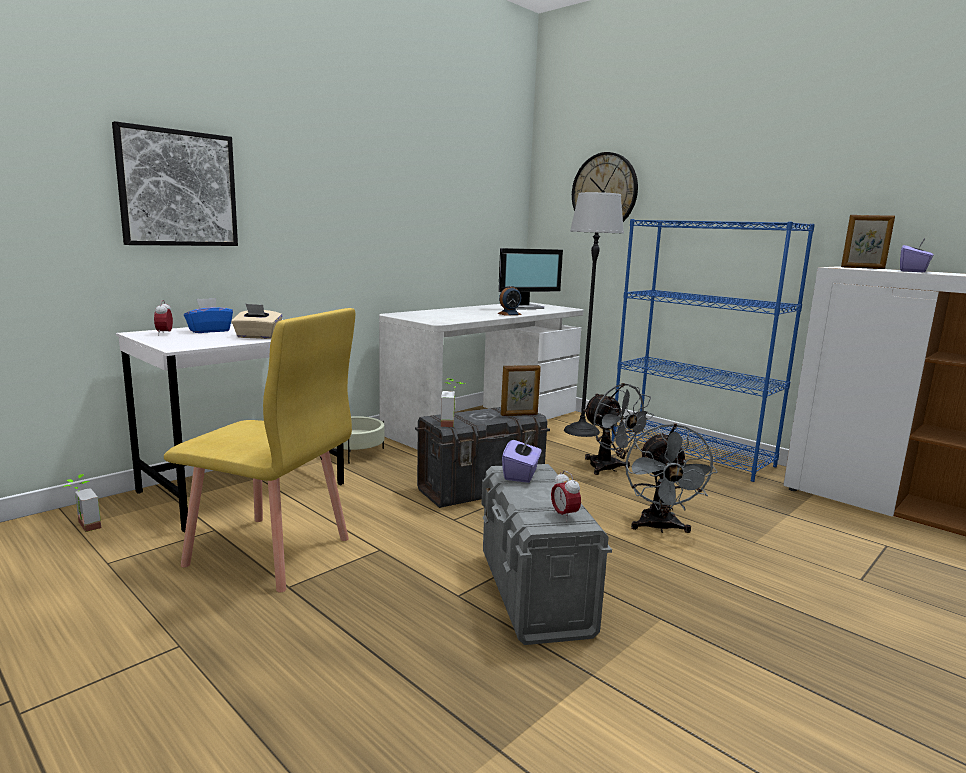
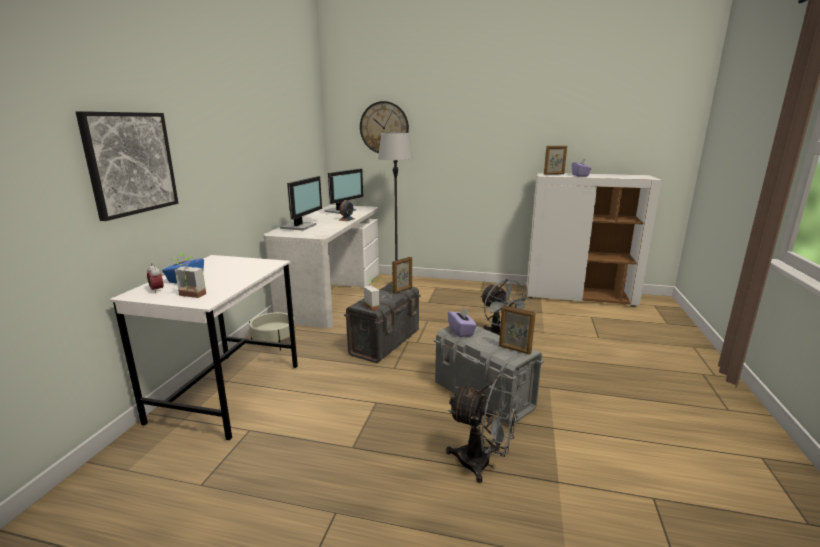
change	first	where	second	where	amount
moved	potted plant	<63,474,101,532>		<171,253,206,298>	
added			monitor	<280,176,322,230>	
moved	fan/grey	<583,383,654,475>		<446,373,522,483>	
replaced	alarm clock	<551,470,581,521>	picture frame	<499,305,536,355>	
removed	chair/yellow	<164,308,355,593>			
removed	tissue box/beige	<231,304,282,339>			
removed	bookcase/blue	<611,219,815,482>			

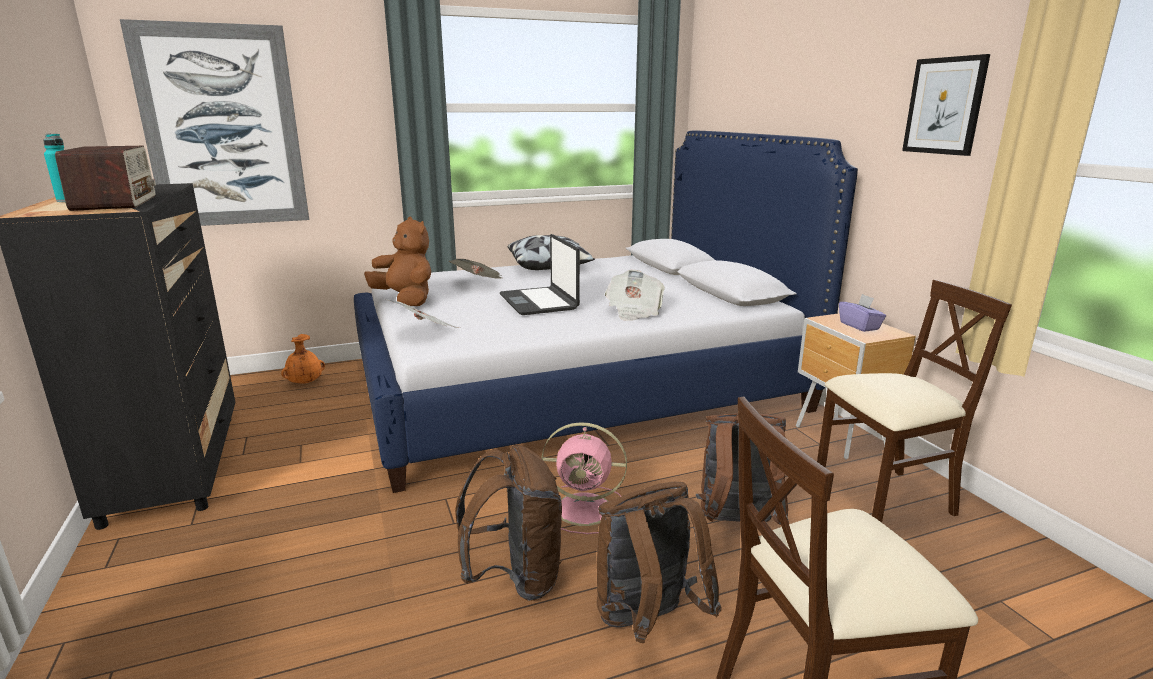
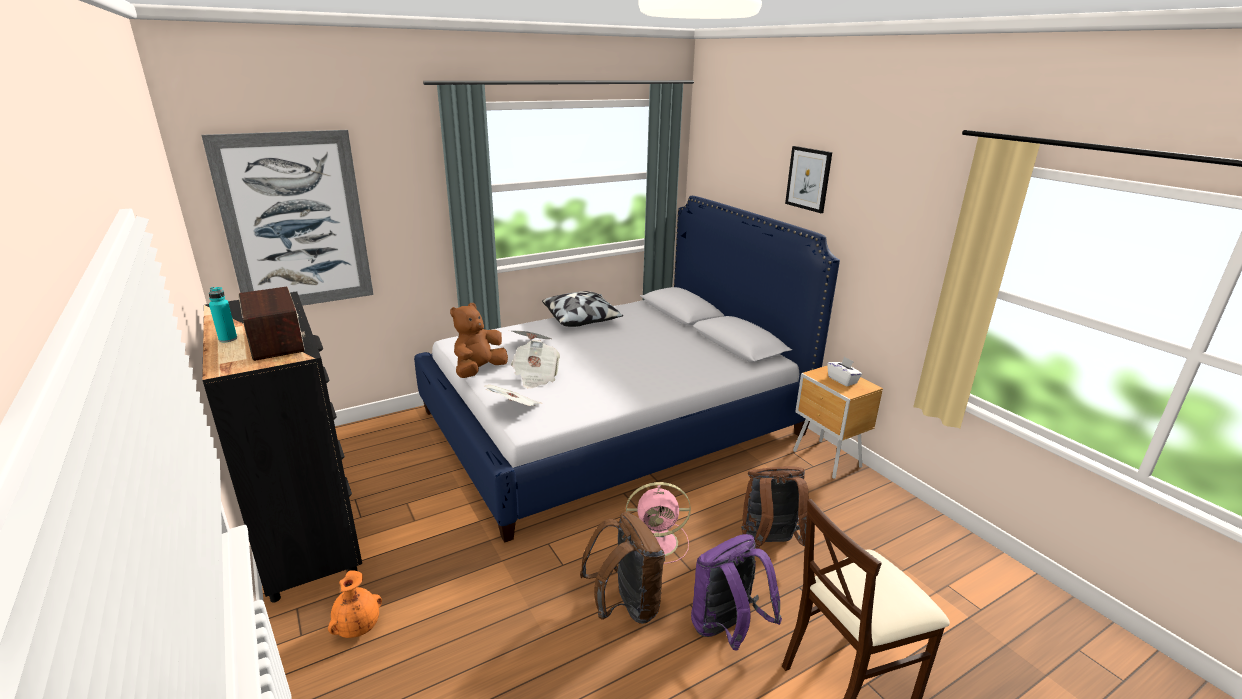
change	first	where	second	where	amount
moved	vase/orange	<281,334,325,384>		<328,571,382,638>	
turned	plush toy/brown	<364,217,431,306>		<450,303,508,378>	90 degrees counterclockwise
moved	newspaper	<605,270,665,321>		<511,340,560,388>	
recoloured	backpack/brown	<597,481,722,643>	backpack/purple	<691,534,782,650>	
moved	picture	<902,54,990,156>		<785,146,832,213>	
recoloured	tissue box/purple	<839,294,886,332>	tissue box/white	<827,356,862,386>	
removed	laptop	<500,234,580,315>			
removed	chair/beige	<817,280,1012,523>			

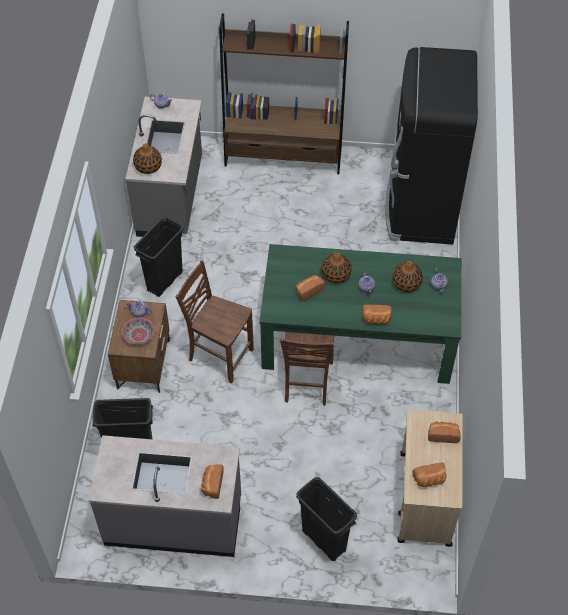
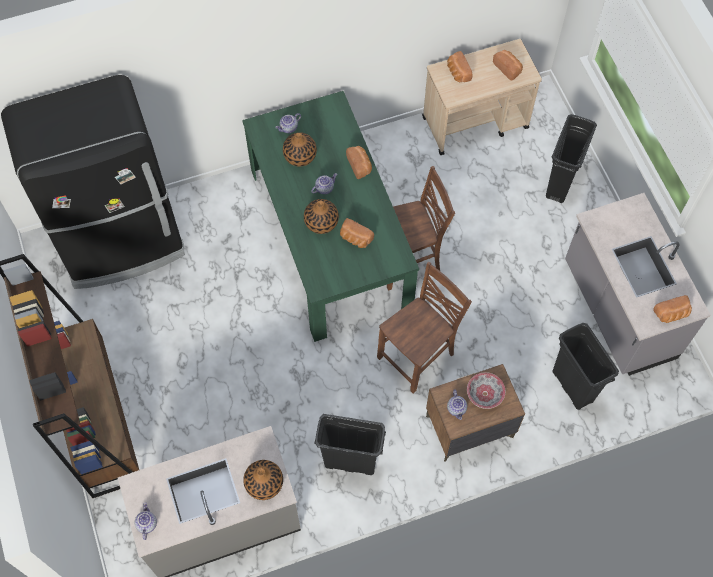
change	first	where	second	where	amount
turned	chair/brown	<176,260,254,383>		<377,262,472,394>	135 degrees counterclockwise
moved	bread	<201,464,224,499>		<653,295,692,323>	

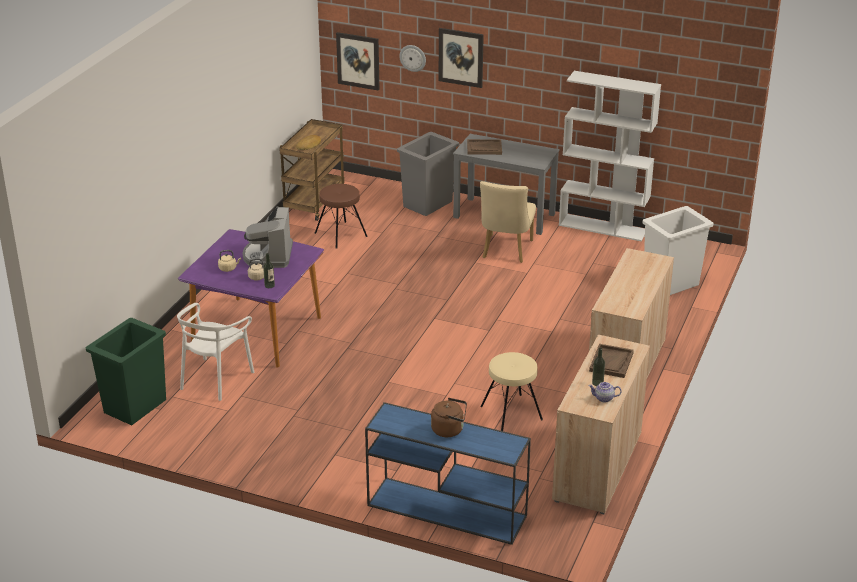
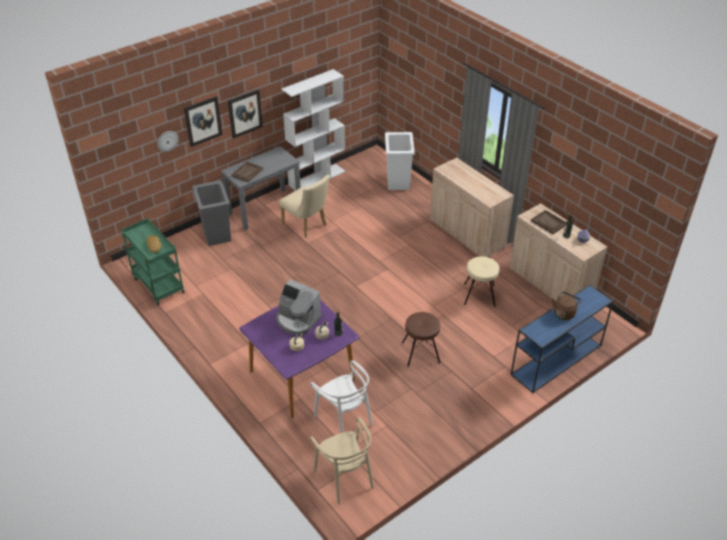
change	first	where	second	where	amount
recoloured	cart/brown	<279,119,345,221>	cart/green	<121,218,185,305>	
moved	picture	<336,32,380,91>		<228,90,263,139>	
replaced	trash can/green	<86,318,166,425>	chair/beige	<310,417,374,504>	
moved	stool/brown	<314,184,368,249>		<402,312,440,367>	

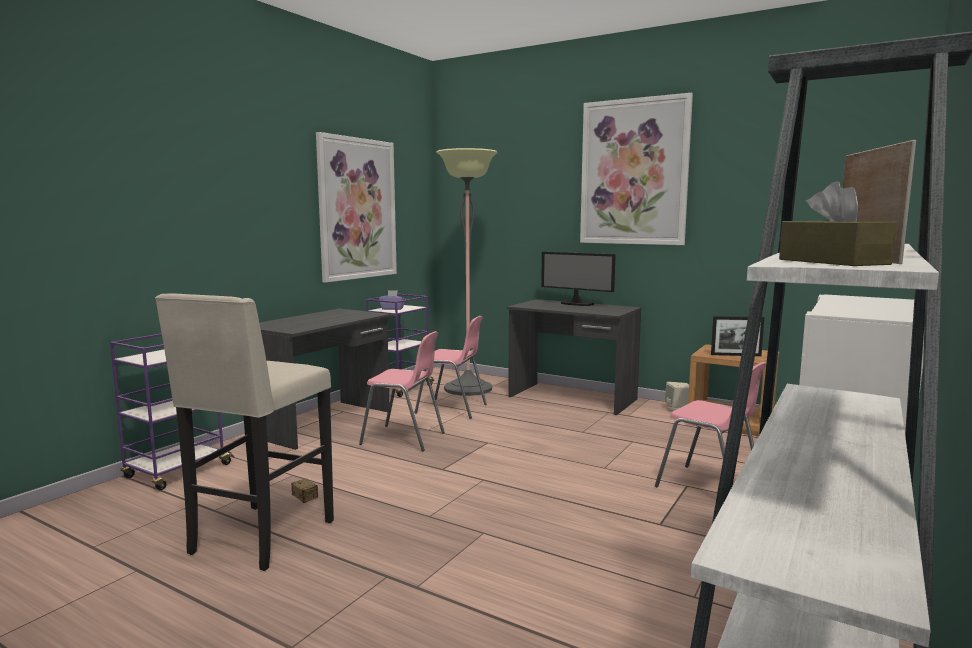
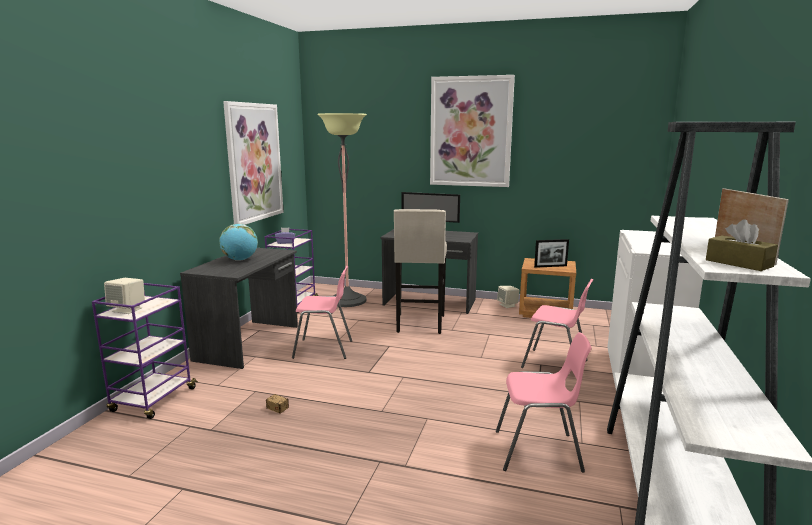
change	first	where	second	where	amount
added			speaker/beige	<104,278,145,314>	
added			globe	<219,224,258,261>	
moved	stool/beige	<155,293,334,571>		<394,209,447,334>	
moved	chair/pink	<414,316,487,419>		<496,332,591,473>	

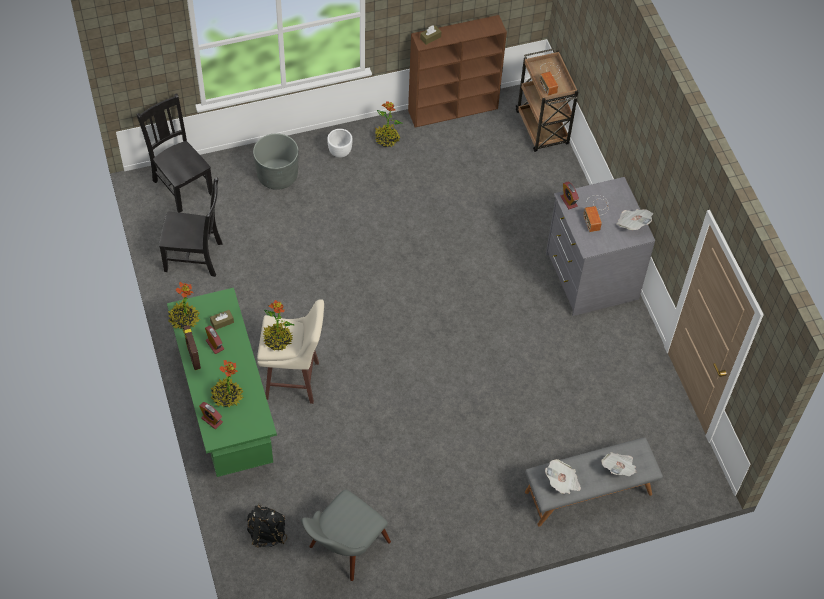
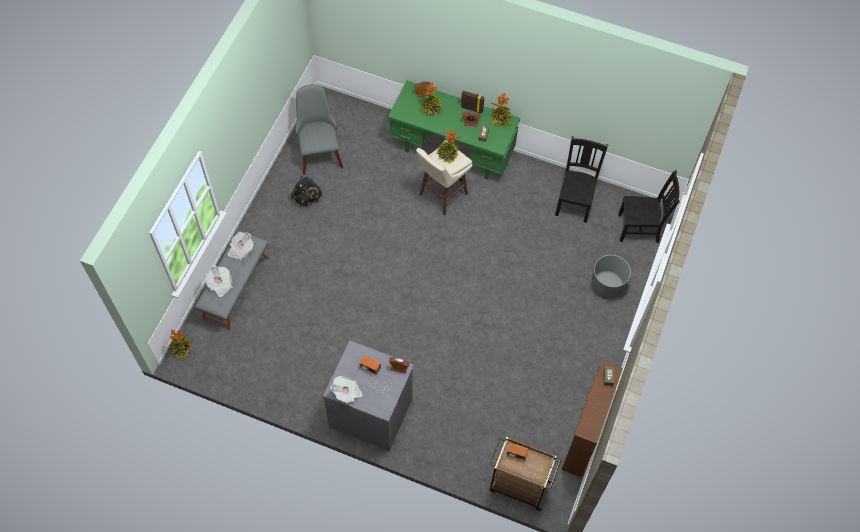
change	first	where	second	where	amount
moved	potted plant	<375,101,403,147>		<168,330,192,359>	
moved	backpack/black	<247,504,287,548>		<291,176,322,206>	
turned	chair/black	<159,178,223,277>		<555,137,608,223>	150 degrees clockwise
removed	planter/white	<327,129,352,158>			

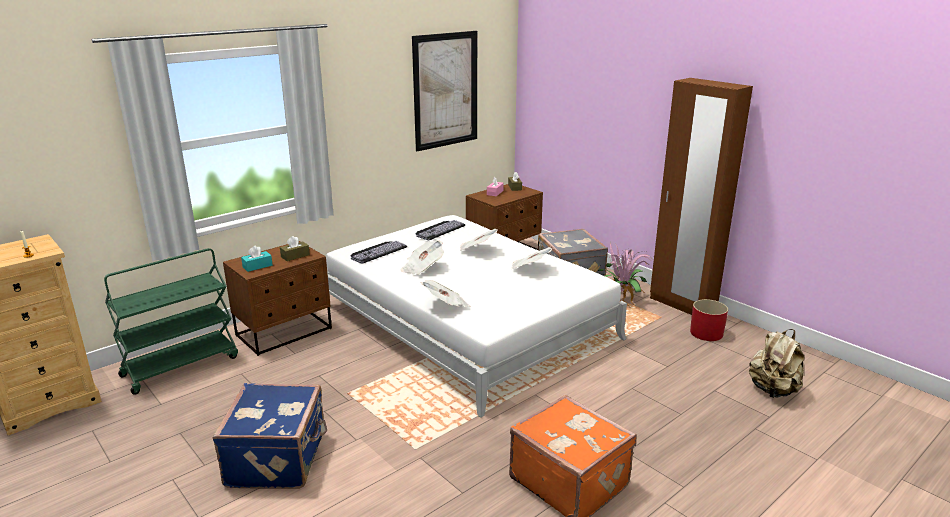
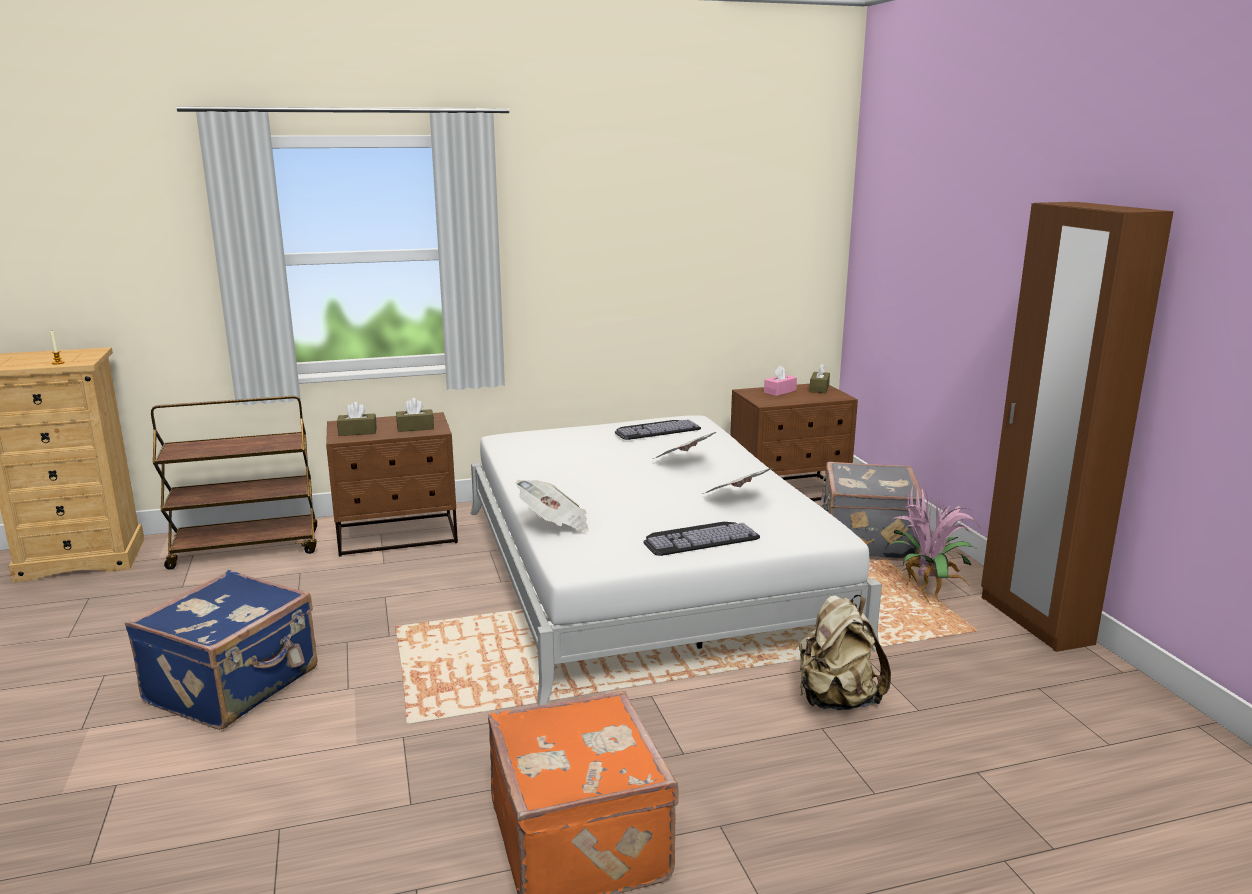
change	first	where	second	where	amount
recoloured	cart/green	<104,248,238,395>	cart/brown	<151,396,317,569>	
recoloured	tissue box/turquoise	<241,245,273,272>	tissue box/brown	<337,402,377,436>	
moved	keyboard	<351,241,407,263>		<643,522,760,556>	
moved	backpack/beige	<749,329,804,398>		<799,595,891,710>	
removed	newspaper	<401,240,444,275>			
removed	picture	<412,31,477,152>			
removed	planter/red	<690,299,728,341>			

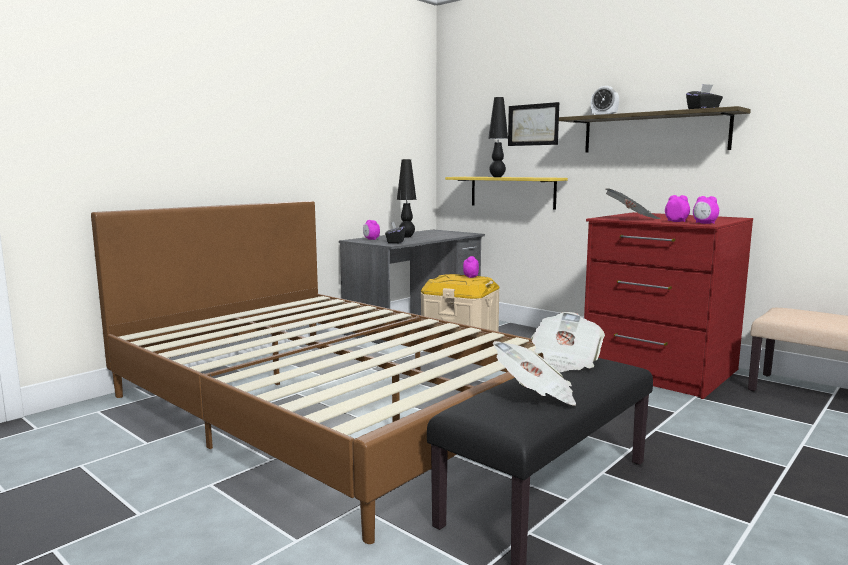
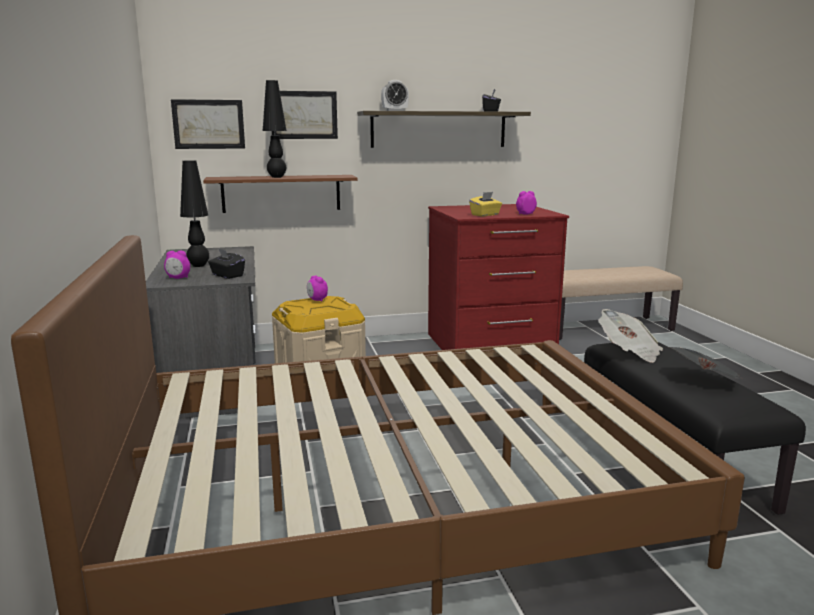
change	first	where	second	where	amount
added			picture	<171,99,245,149>	
recoloured	shelf/yellow	<445,177,568,210>	shelf/brown	<203,175,358,213>	
replaced	newspaper	<605,188,661,219>	tissue box/yellow	<469,192,502,216>	
removed	alarm clock	<693,196,719,224>			

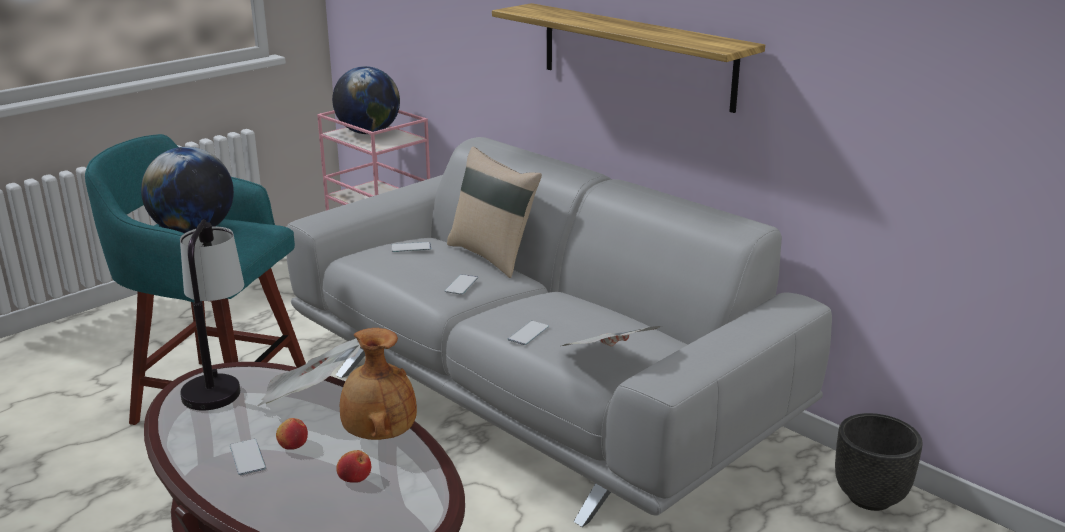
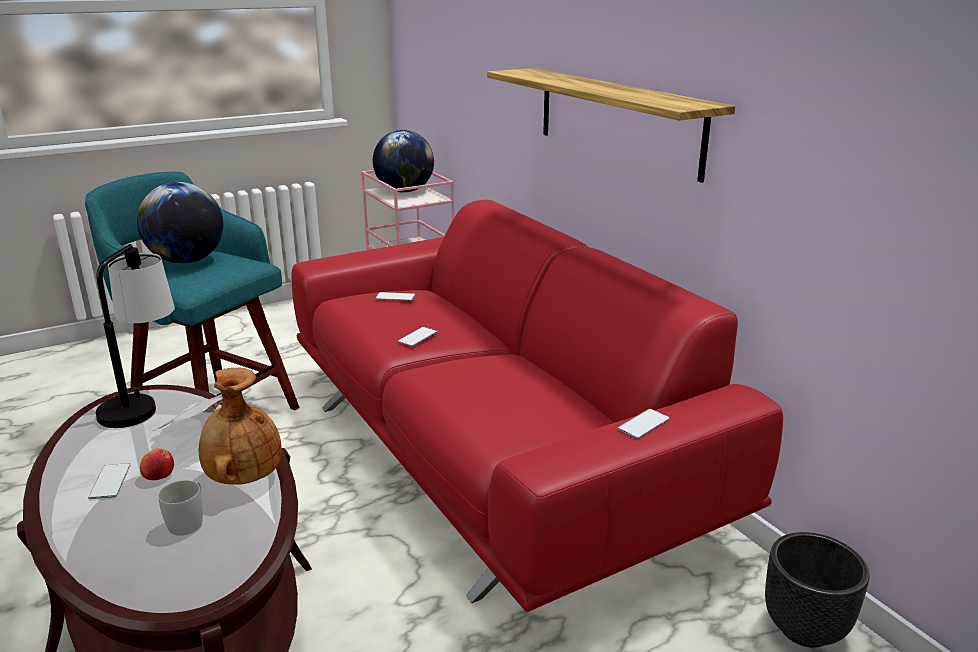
change	first	where	second	where	amount
replaced	apple	<336,450,371,483>	mug/white	<158,480,203,536>	
recoloured	sofa/grey	<286,137,832,527>	sofa/red	<292,200,783,612>	
moved	phone	<508,321,549,345>		<617,409,670,439>	
removed	pillow/beige	<447,147,542,278>			
removed	newspaper	<562,326,661,347>			

